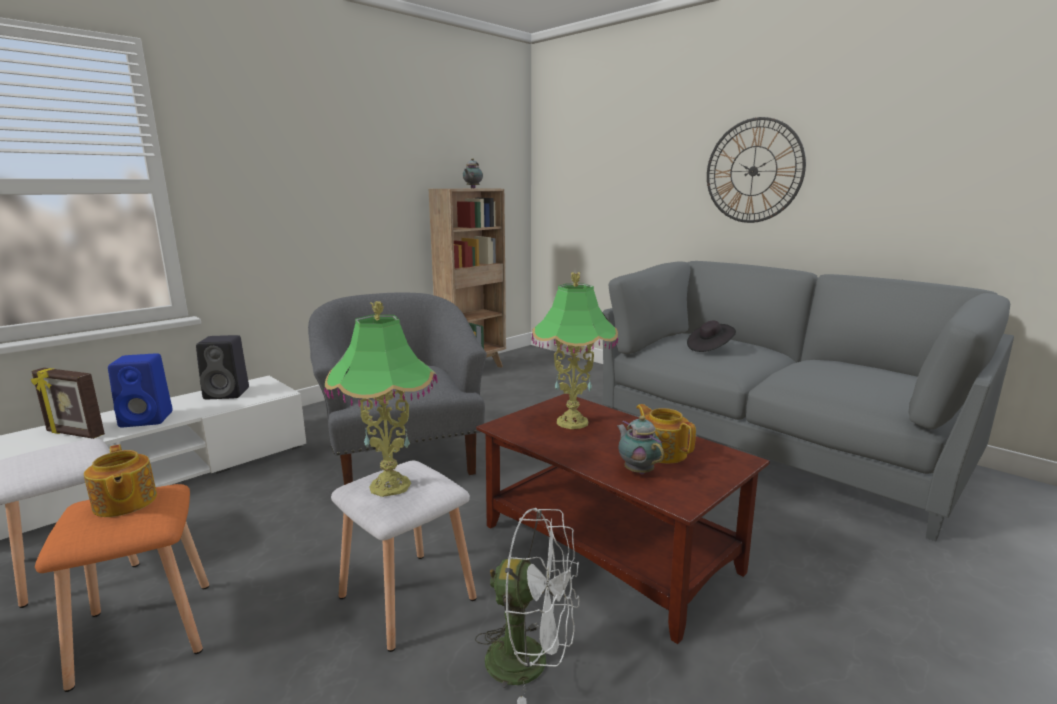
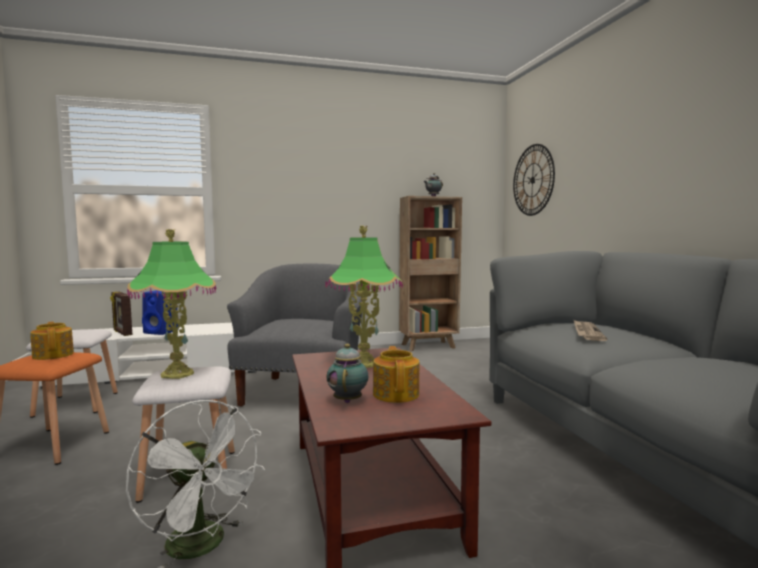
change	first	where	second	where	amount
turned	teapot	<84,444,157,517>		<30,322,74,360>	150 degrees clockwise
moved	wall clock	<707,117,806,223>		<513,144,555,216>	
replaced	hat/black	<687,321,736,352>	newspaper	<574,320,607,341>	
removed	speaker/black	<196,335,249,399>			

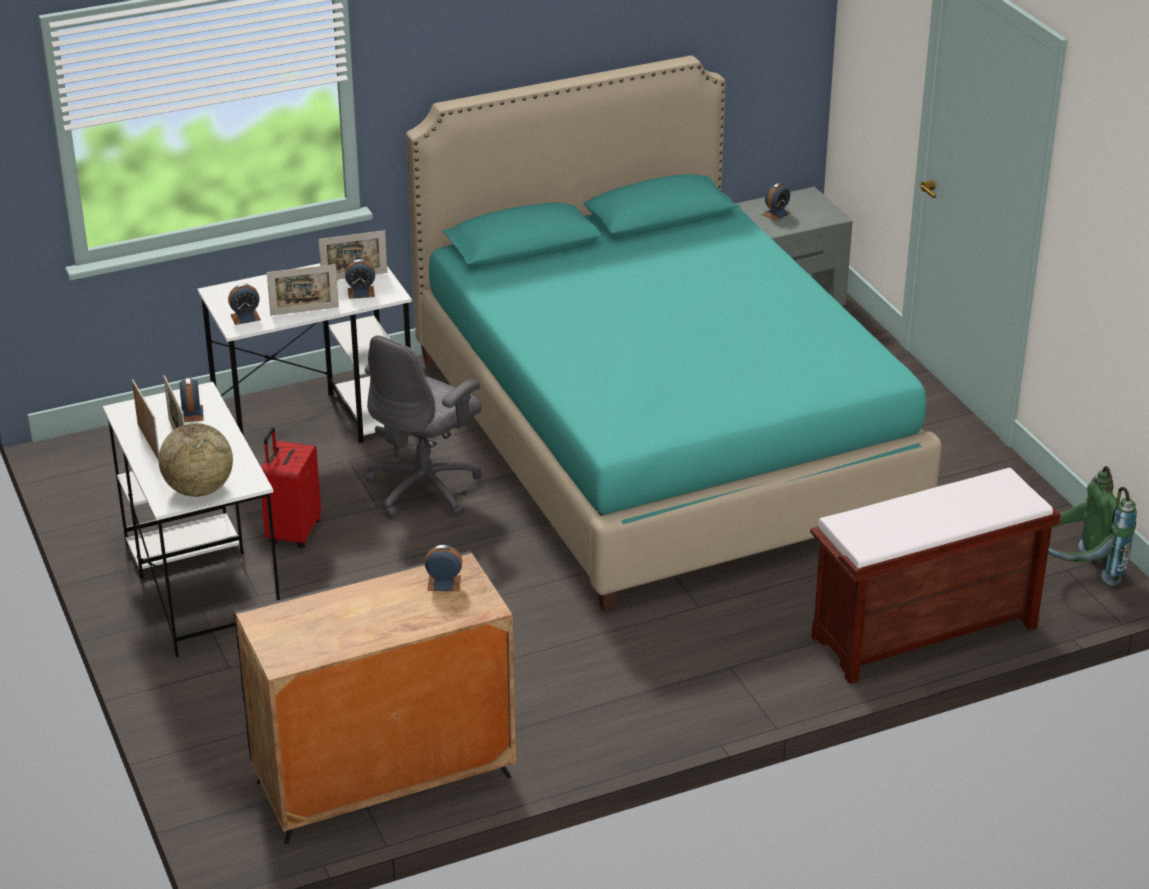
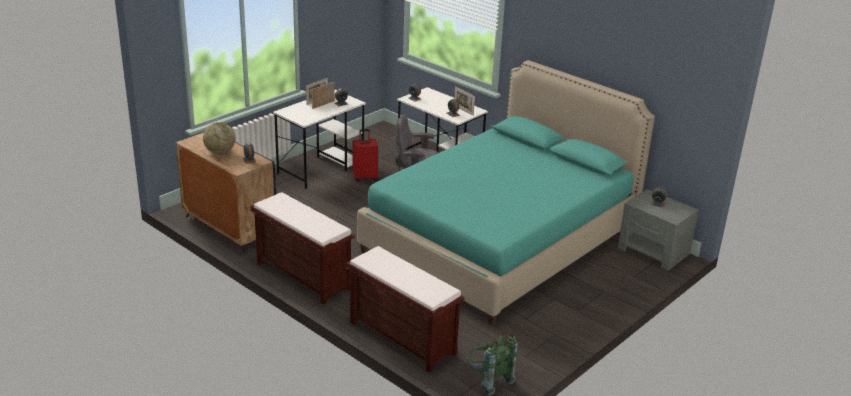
change	first	where	second	where	amount
moved	globe	<159,423,233,497>		<203,122,235,154>	
added			bench/brown	<251,192,355,305>	
removed	picture frame	<267,264,339,315>			

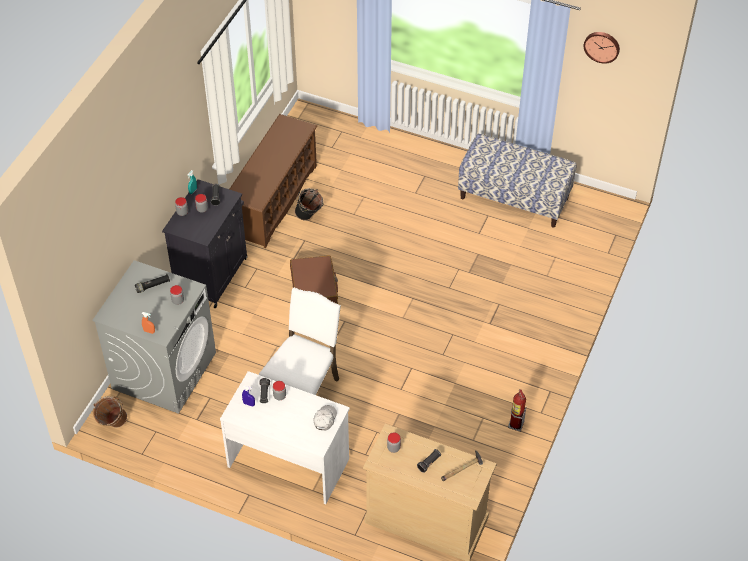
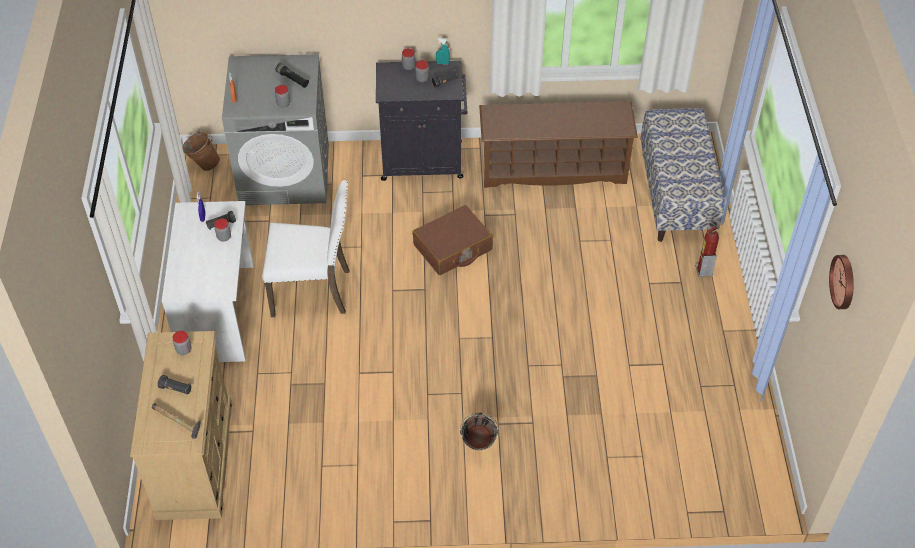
change	first	where	second	where	amount
moved	bucket/black	<295,188,324,220>		<460,413,499,450>	
moved	bench	<458,134,576,228>		<640,108,725,242>	
moved	fire extinguisher	<508,389,527,432>		<696,226,719,277>	
removed	cap/white	<313,405,337,431>			

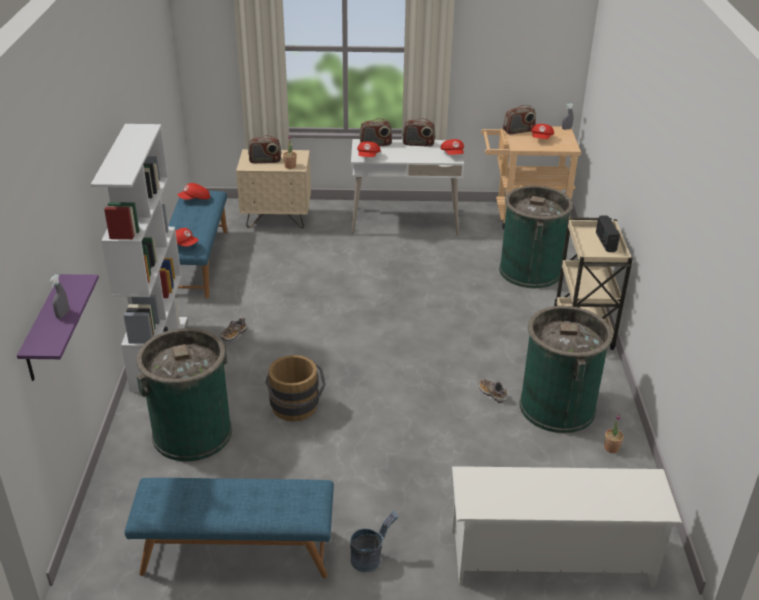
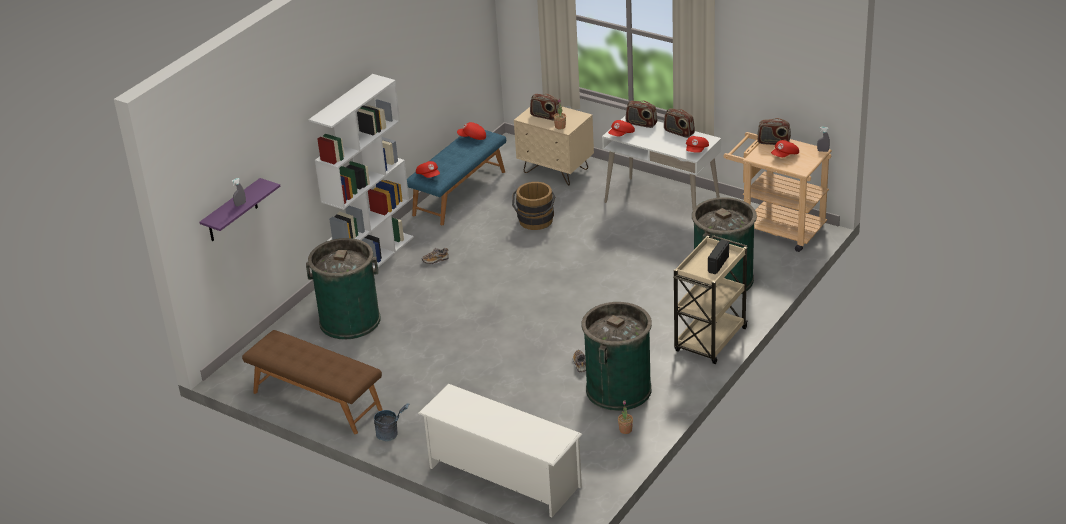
change	first	where	second	where	amount
recoloured	bench/blue	<124,478,334,578>	bench/brown	<242,330,382,434>	
moved	bucket/brown	<265,355,326,422>		<512,182,555,230>	

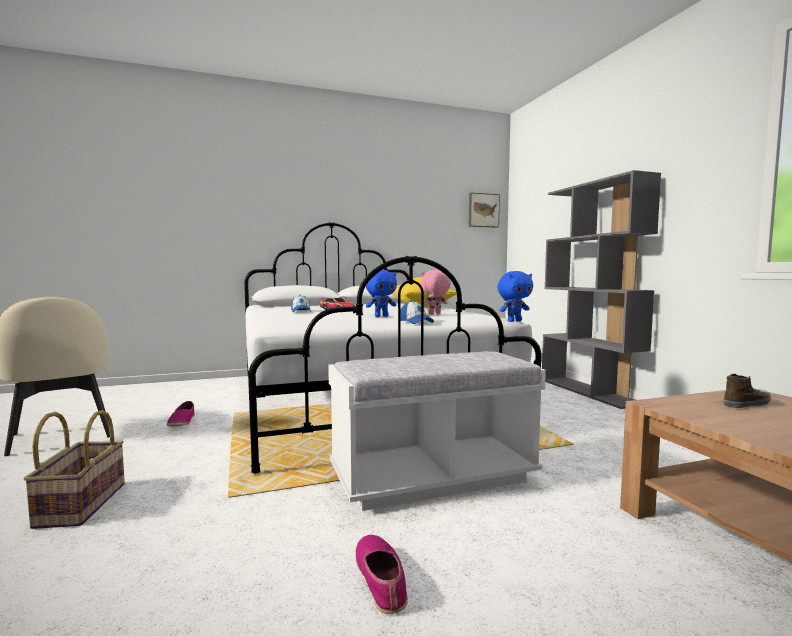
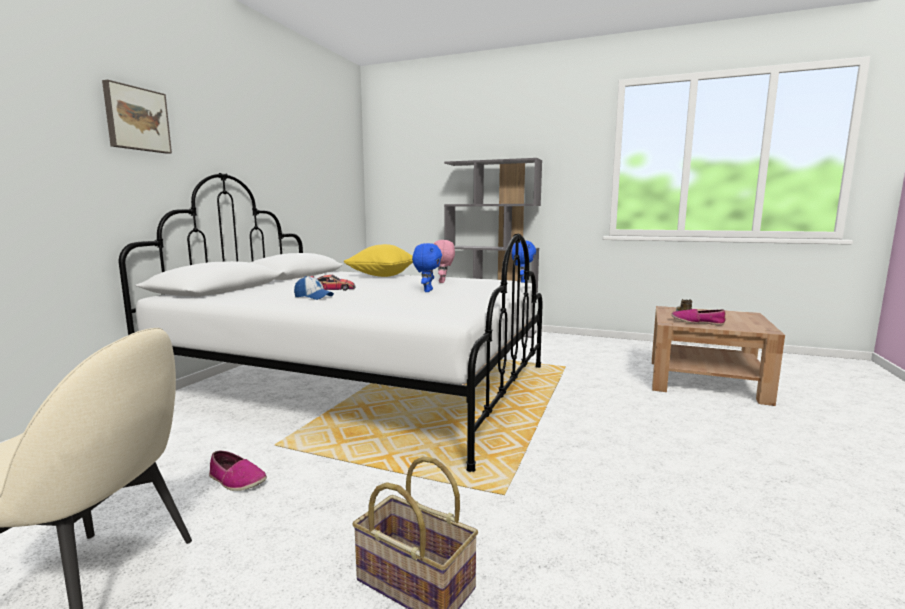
change	first	where	second	where	amount
moved	picture	<469,193,500,228>		<102,79,172,154>	
moved	shoe	<355,535,408,614>		<671,309,726,325>	
removed	bench/white	<328,351,546,511>			
removed	cap	<401,301,434,324>			

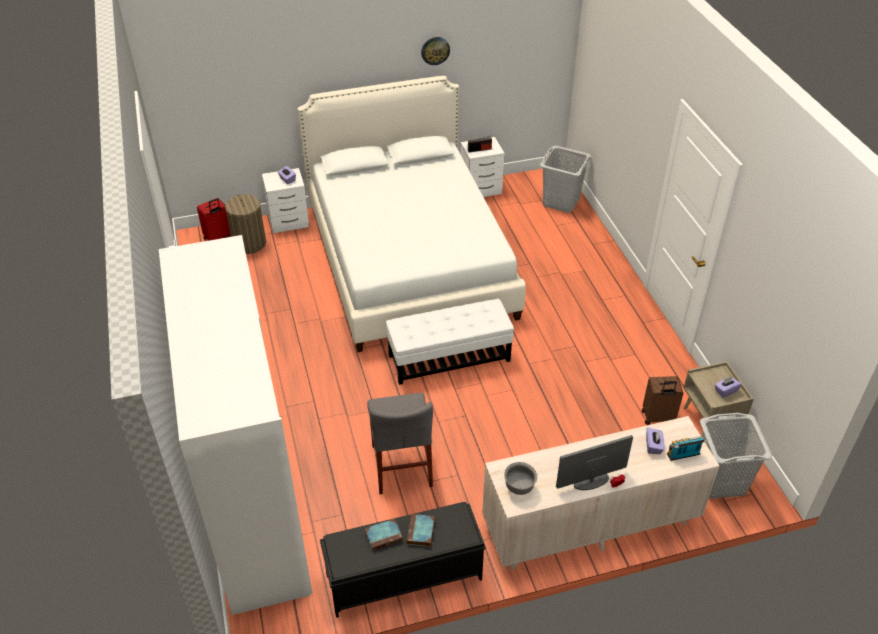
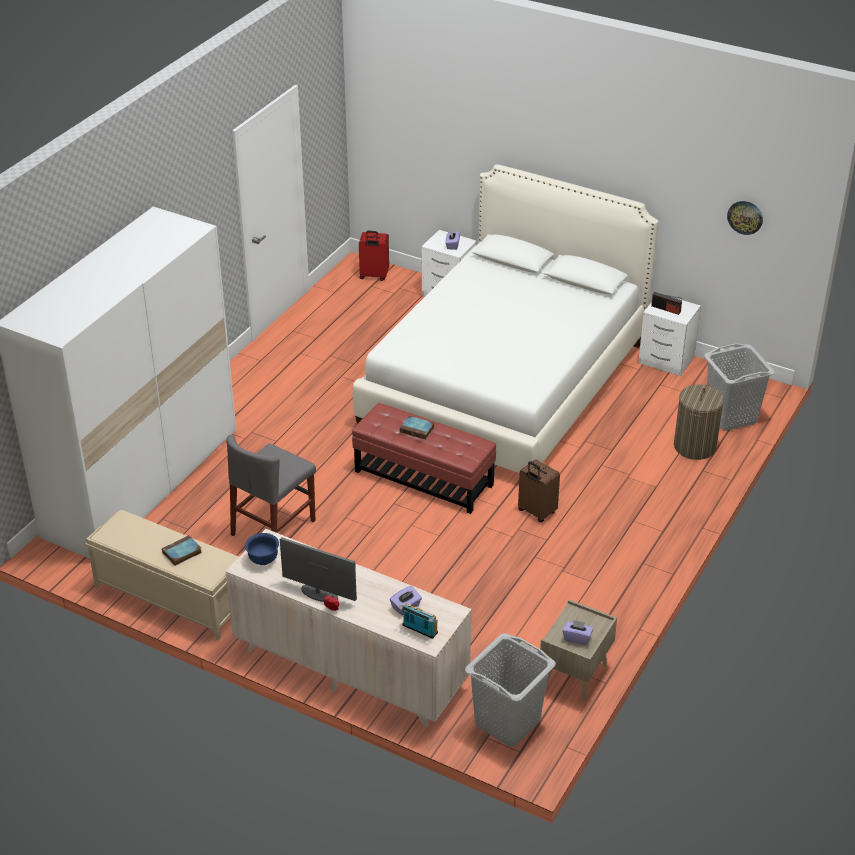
change	first	where	second	where	amount
recoloured	bench/black	<320,502,486,618>	bench/beige	<85,510,238,640>	
recoloured	bowl/grey	<504,462,537,495>	bowl/blue	<245,533,279,565>	
recoloured	ottoman/white	<386,299,514,385>	ottoman/red	<352,403,496,514>	
moved	book	<365,519,403,551>		<400,416,435,439>	
moved	suitcase/brown	<642,376,683,425>		<518,459,560,522>	
moved	laundry basket	<225,194,266,254>		<674,385,724,460>	
moved	wall clock	<421,37,450,65>		<727,201,763,235>	

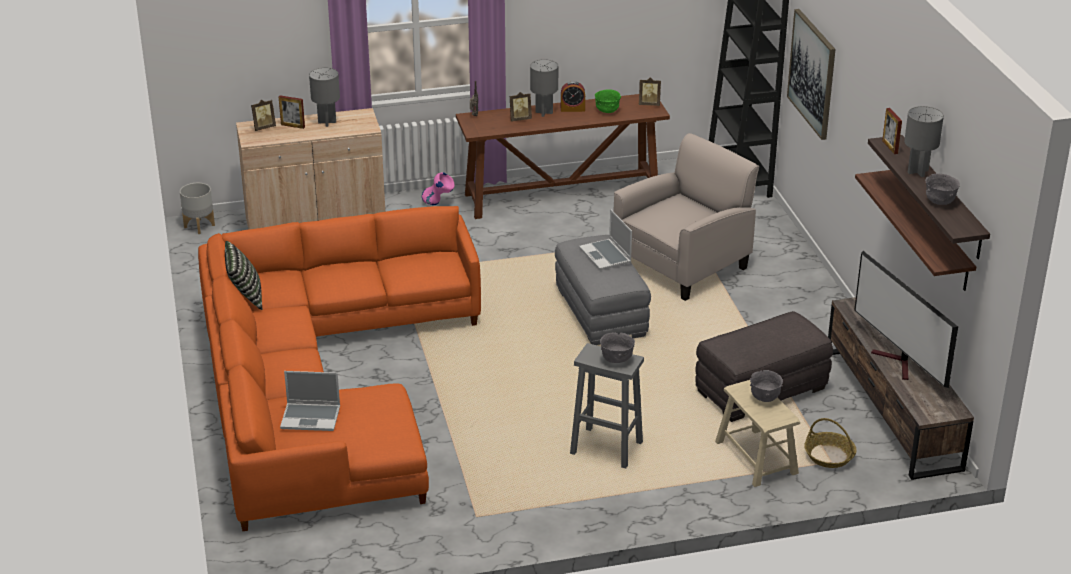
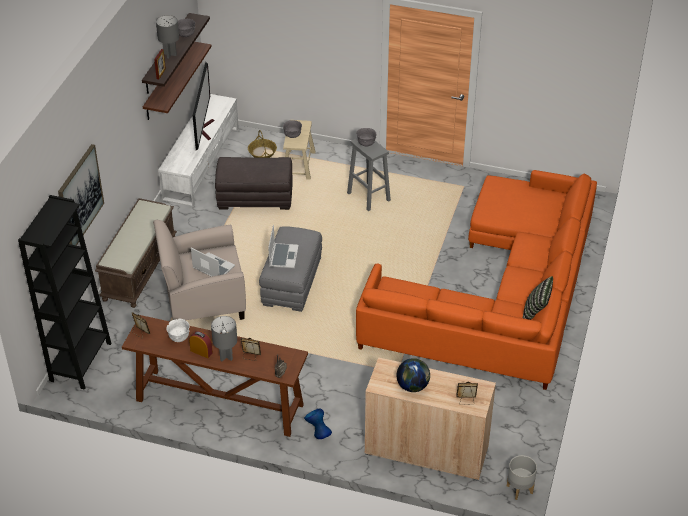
change	first	where	second	where	amount
added			bench/brown	<95,198,177,308>	
recoloured	tv stand/brown	<828,297,974,480>	tv stand/white	<158,94,239,207>	
recoloured	bowl/green	<595,90,621,113>	bowl/white	<166,319,189,342>	
moved	laptop	<280,371,340,431>		<191,248,235,277>	
recoloured	vase/pink	<422,173,454,205>	vase/blue	<304,408,332,439>	
replaced	table lamp/grey	<309,68,340,127>	globe	<396,358,430,392>	
removed	picture frame	<279,95,305,129>			

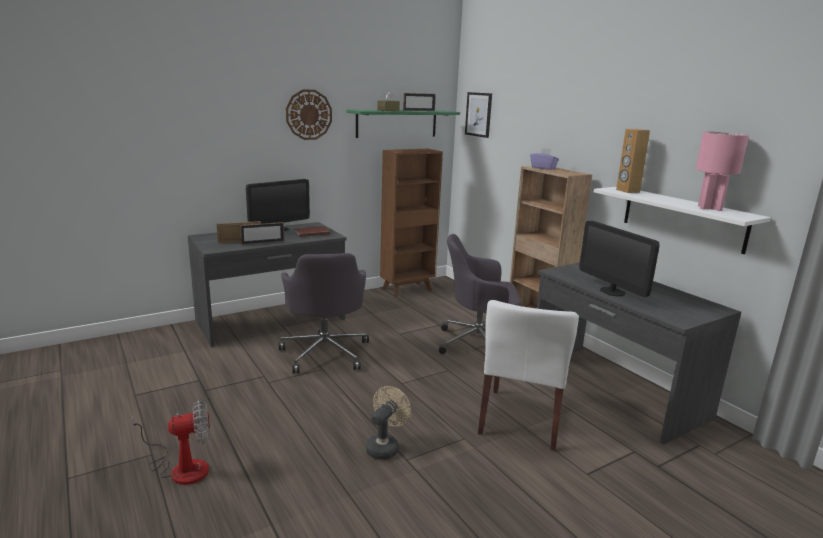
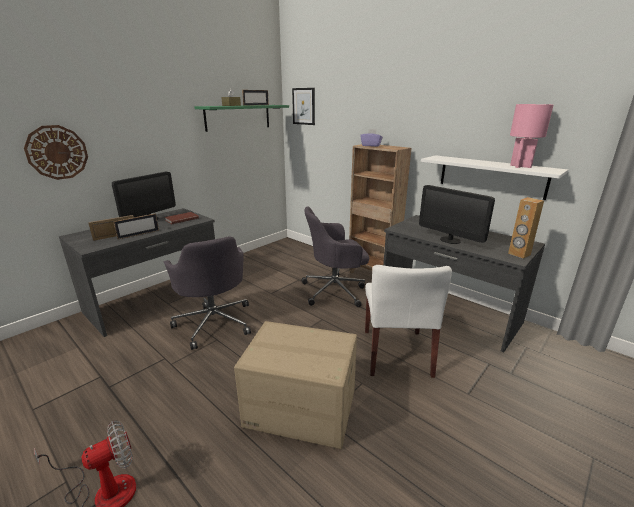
change	first	where	second	where	amount
moved	wall clock	<286,89,332,140>		<24,125,88,180>	
replaced	fan/beige	<366,386,411,460>	cardboard box	<234,321,357,449>	
moved	speaker/brown	<616,129,650,193>		<508,197,544,259>	
removed	bookcase/brown	<380,149,443,298>			

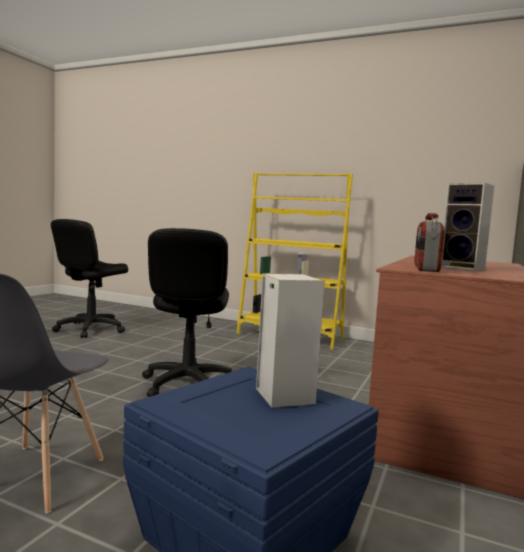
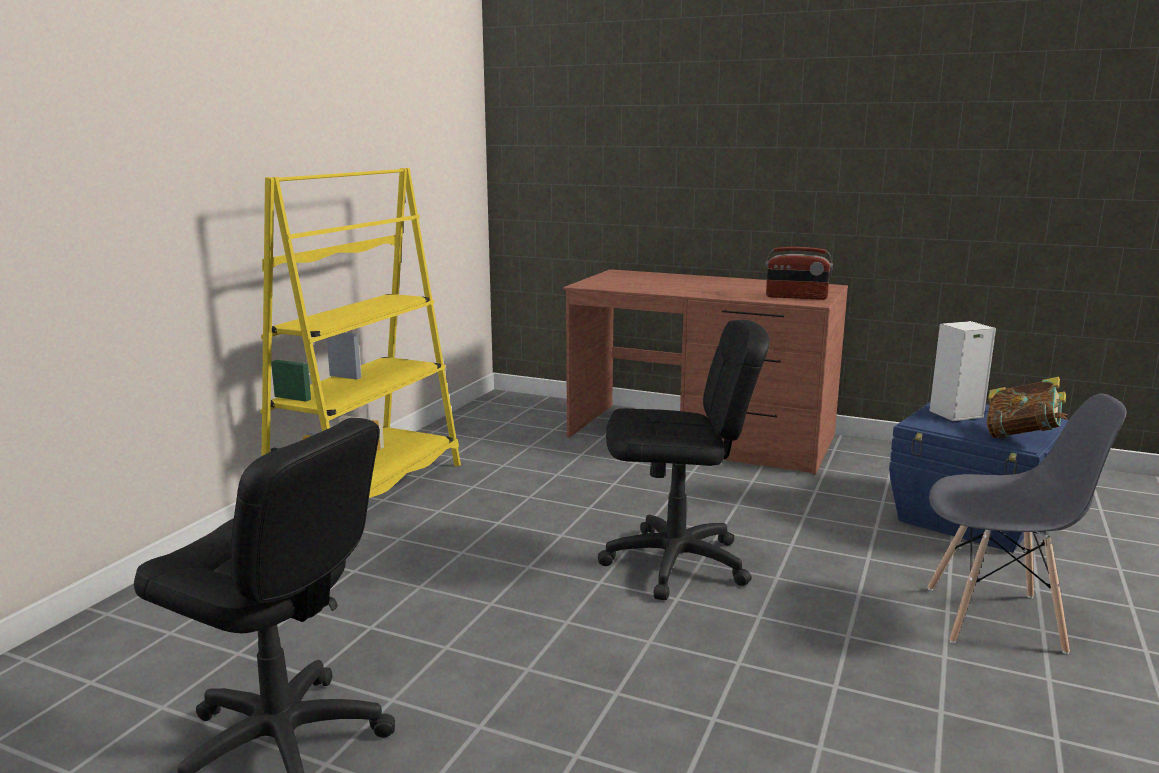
change	first	where	second	where	amount
added			book	<987,377,1068,438>	
removed	speaker	<441,183,494,271>			

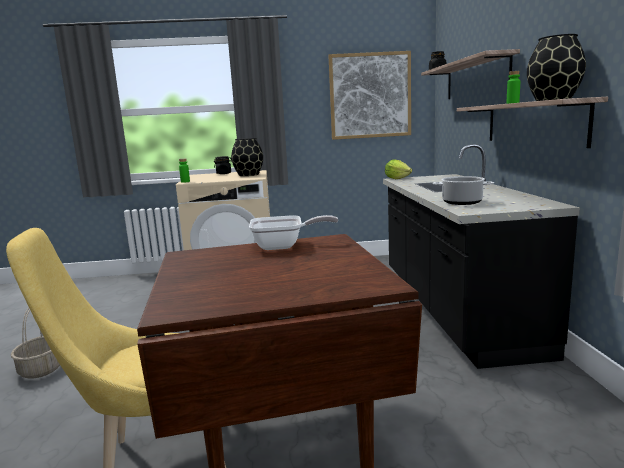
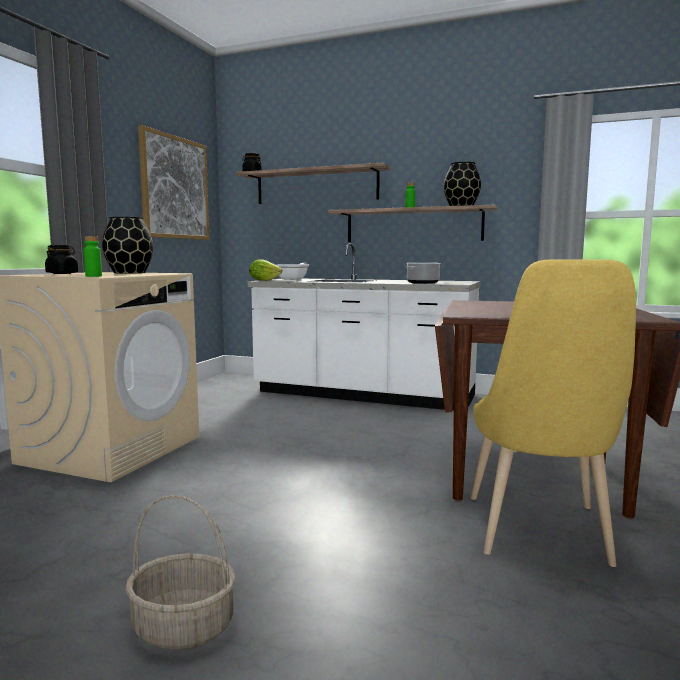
change	first	where	second	where	amount
recoloured	counter/black	<383,144,580,369>	counter/white	<248,243,481,411>	
moved	frying pan	<249,215,338,250>		<275,263,309,280>	

